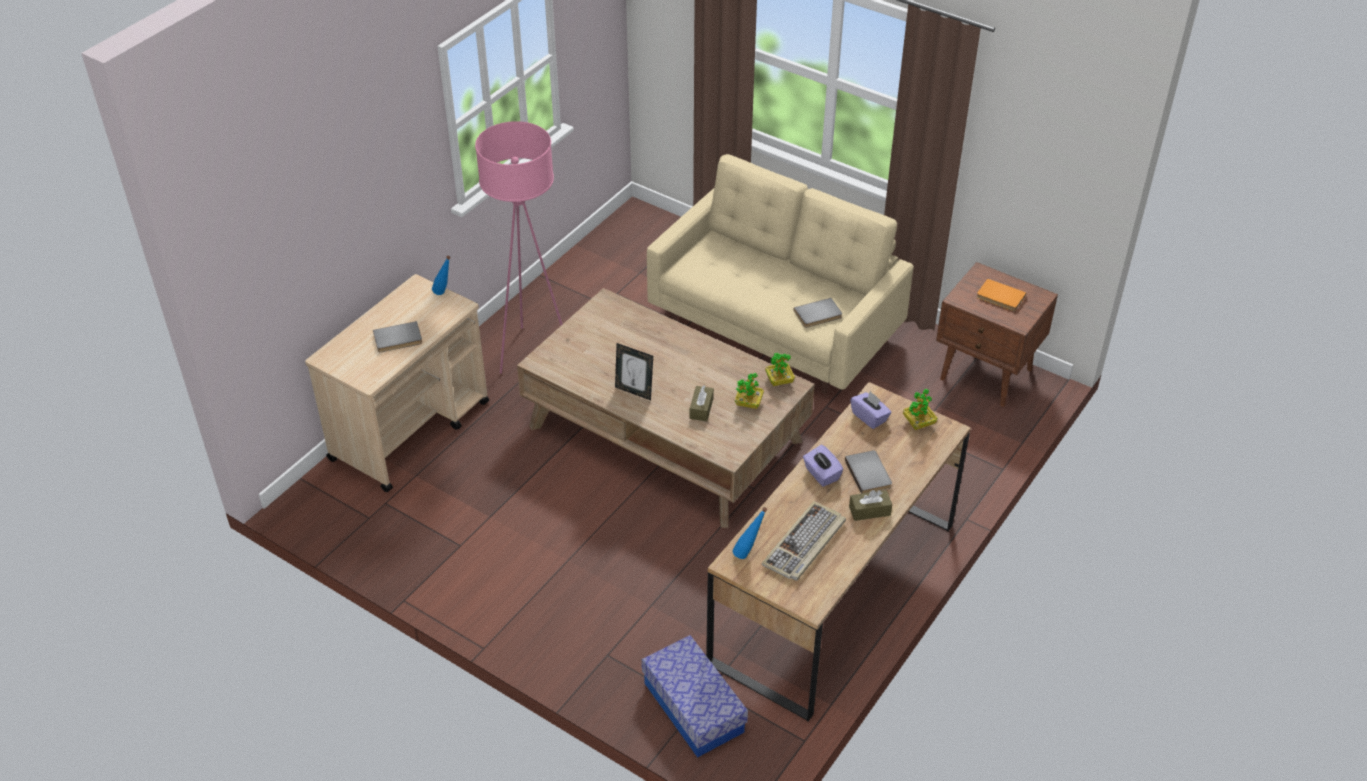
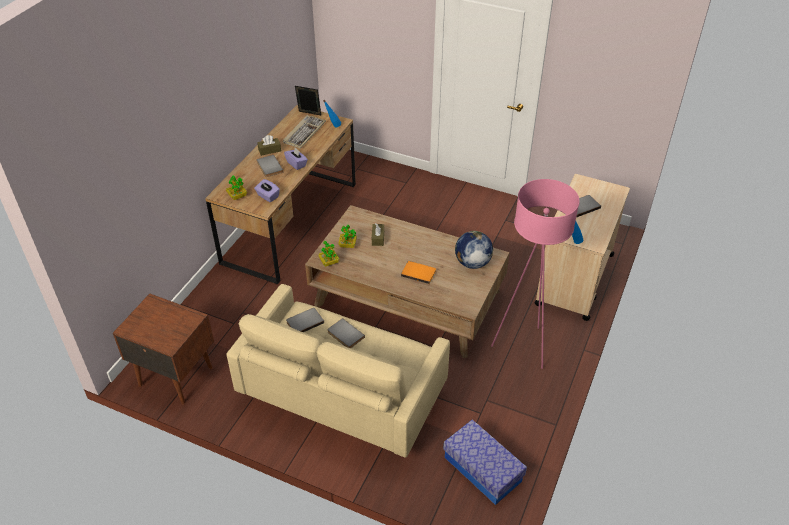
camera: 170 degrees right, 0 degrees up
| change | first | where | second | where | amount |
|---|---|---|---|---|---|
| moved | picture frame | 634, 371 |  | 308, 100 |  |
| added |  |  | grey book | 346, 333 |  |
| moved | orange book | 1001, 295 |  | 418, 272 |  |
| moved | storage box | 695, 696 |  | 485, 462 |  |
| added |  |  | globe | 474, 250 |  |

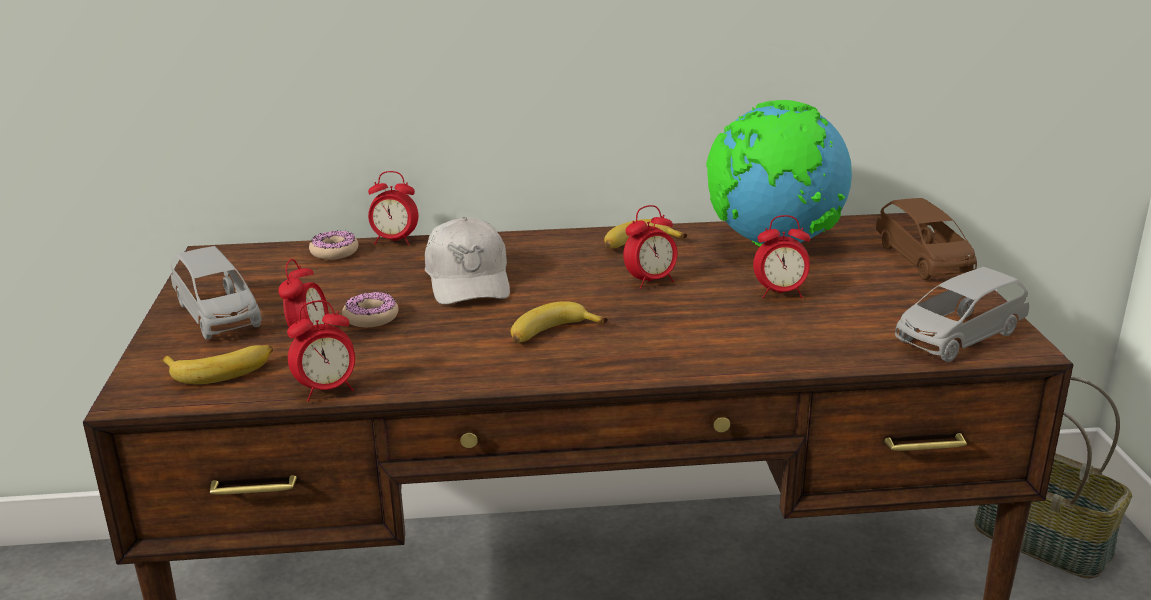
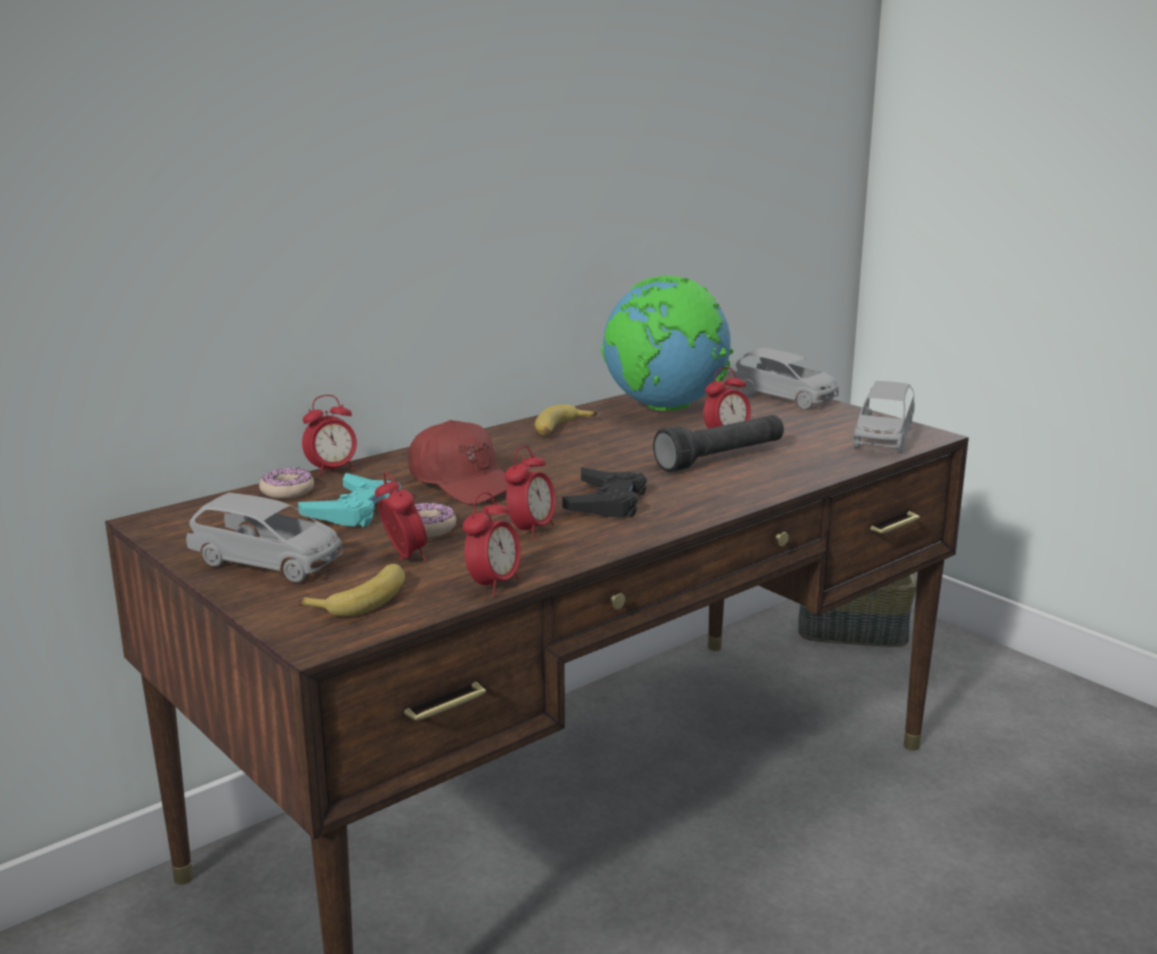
camera: 35 degrees left, 5 degrees down
| change | first | where | second | where | amount |
|---|---|---|---|---|---|
| added |  |  | turquoise game controller | 349, 500 |  |
| recoloured | white cap | 467, 261 | red cap | 458, 462 |  |
| moved | alarm clock | 650, 247 |  | 530, 492 |  |
| replaced | banana | 559, 322 | black game controller | 604, 492 |  |
| added |  |  | black flashlight | 718, 443 |  |
| recoloured | brown toy car | 926, 239 | grey toy car | 785, 378 |  |

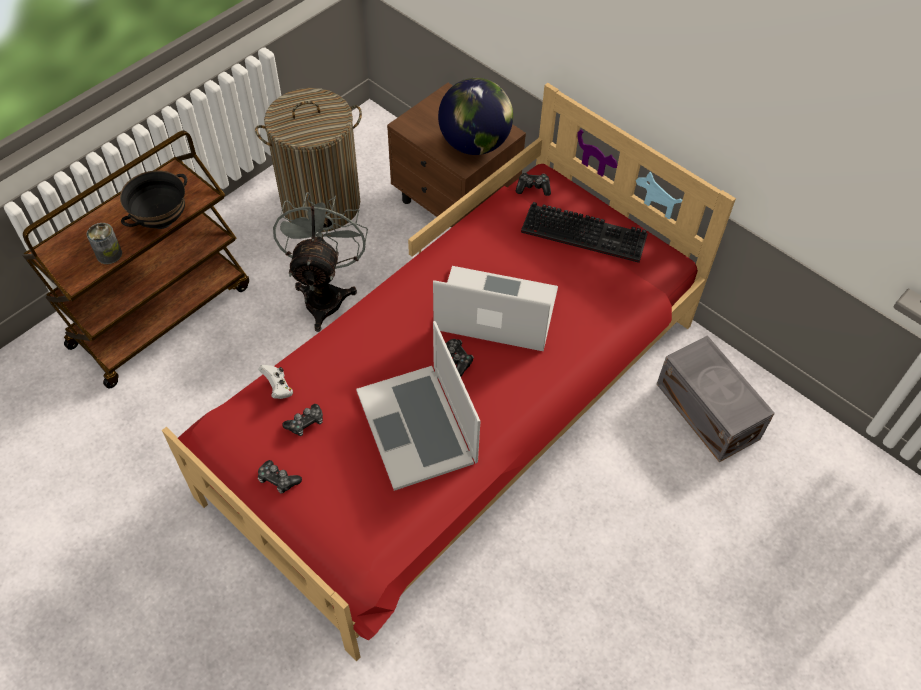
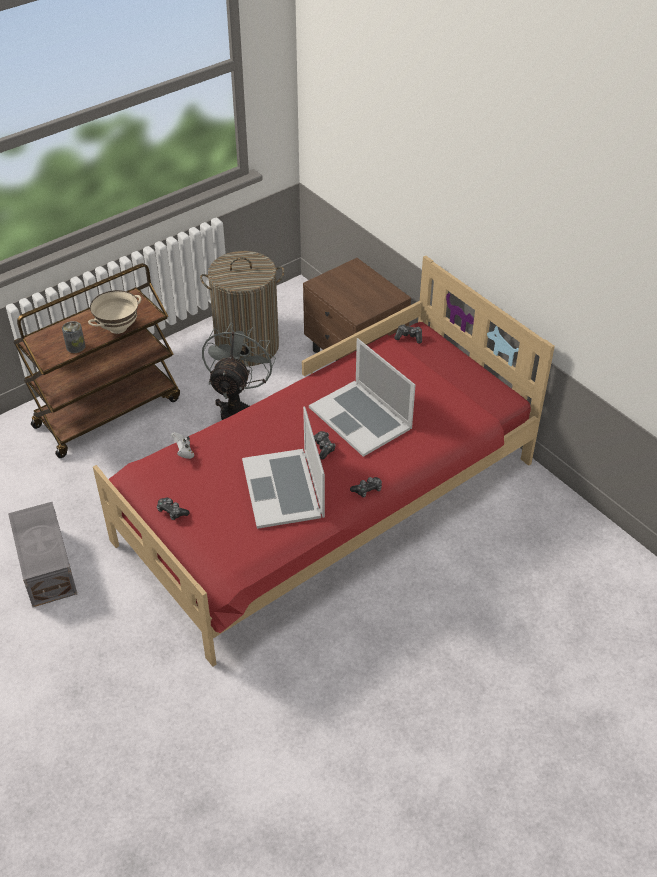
camera: 10 degrees right, 10 degrees down
| change | first | where | second | where | amount |
|---|---|---|---|---|---|
| moved | grey storage box | 716, 398 |  | 42, 554 |  |
| recoloured | black bowl | 153, 199 | beige bowl | 114, 312 |  |
| turned | laptop | 495, 308 |  | 362, 397 | 150 degrees counterclockwise |
| moved | game controller | 302, 420 |  | 366, 487 |  |
| removed | globe | 475, 116 |  |  |  |
| removed | keyboard | 584, 232 |  |  |  |

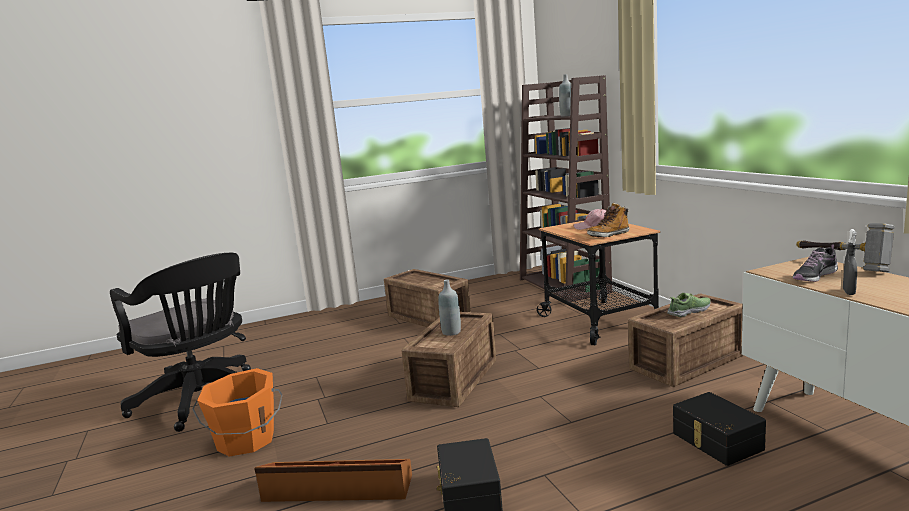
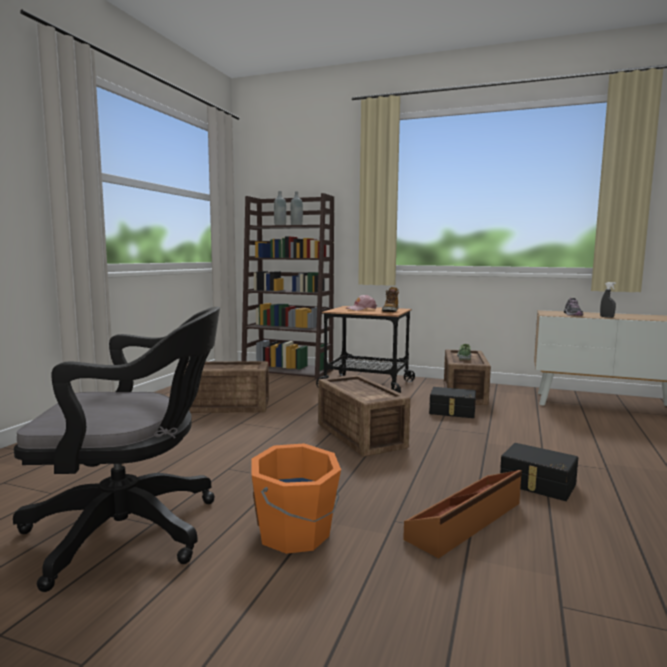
camera: 50 degrees left, 5 degrees down
| change | first | where | second | where | amount |
|---|---|---|---|---|---|
| moved | grey bottle | 449, 308 |  | 280, 208 |  |
| moved | black storage box | 719, 429 |  | 452, 402 |  |
| removed | hammer | 845, 247 |  |  |  |

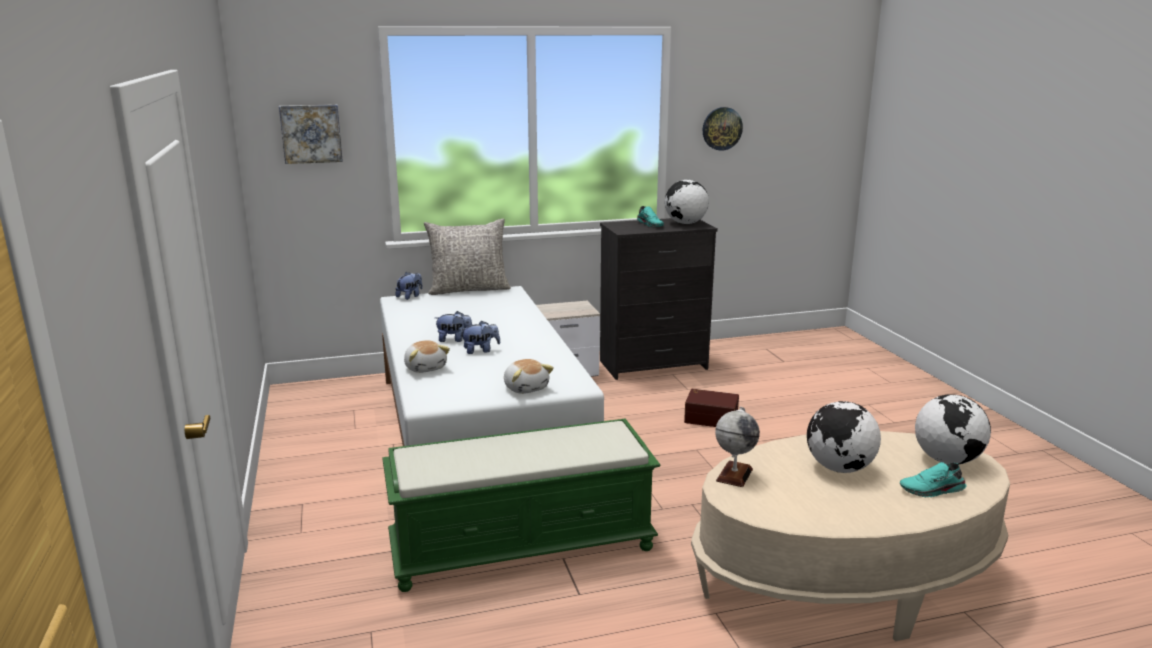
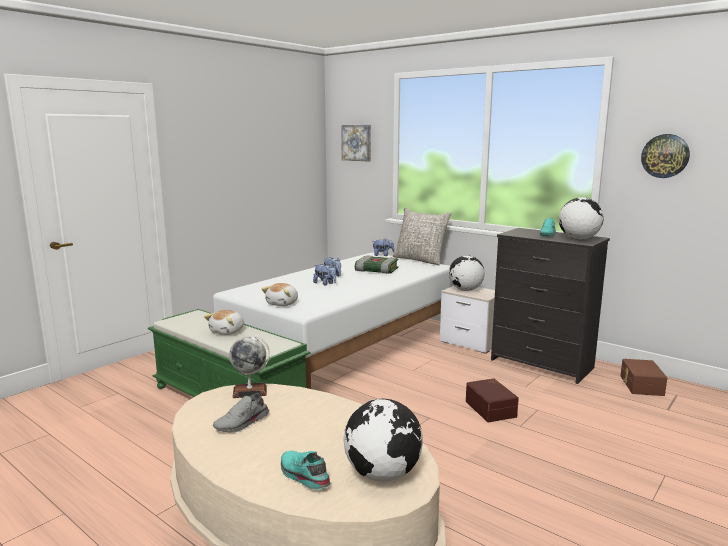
camera: 55 degrees right, 5 degrees down
| change | first | where | second | where | amount |
|---|---|---|---|---|---|
| moved | plush toy | 427, 356 |  | 224, 322 |  |
| added |  |  | grey shoe | 241, 413 |  |
| added |  |  | book | 376, 264 |  |
| moved | globe | 844, 437 |  | 467, 273 |  |
| added |  |  | brown storage box | 643, 377 |  |

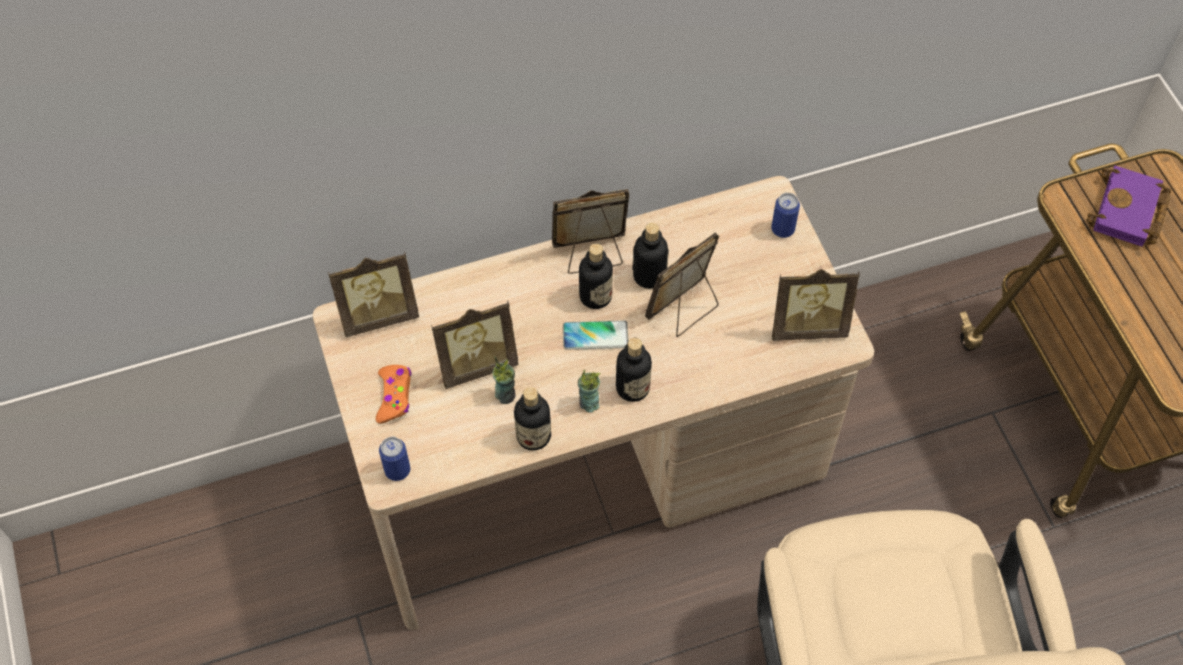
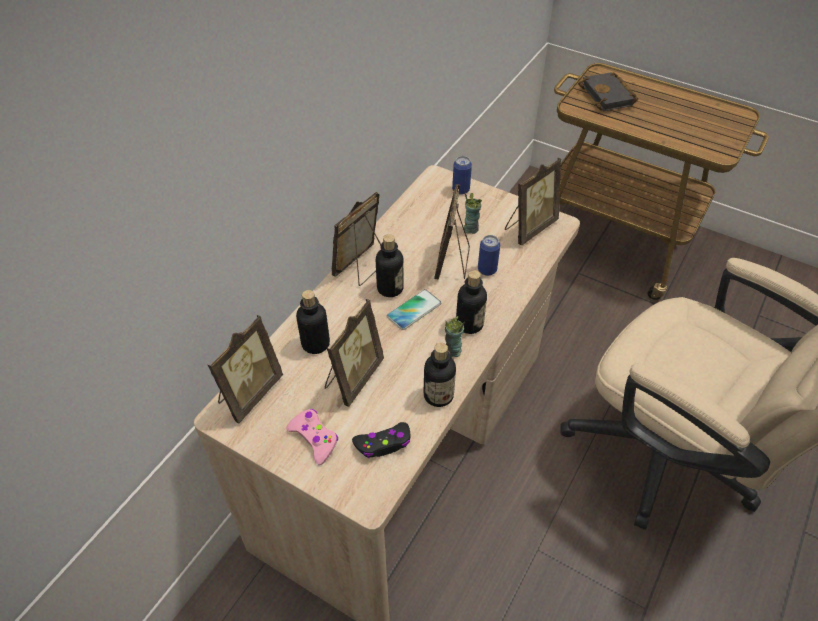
camera: 40 degrees left, 10 degrees down
| change | first | where | second | where | amount |
|---|---|---|---|---|---|
| recoloured | orange game controller | 393, 394 | pink game controller | 312, 437 |  |
| moved | bottle | 650, 256 |  | 313, 322 |  |
| added |  |  | black game controller | 381, 440 |  |
| moved | cup | 503, 380 |  | 473, 213 |  |
| moved | can | 394, 459 |  | 489, 255 |  |
| recoloured | purple book | 1128, 206 | black book | 608, 91 |  |

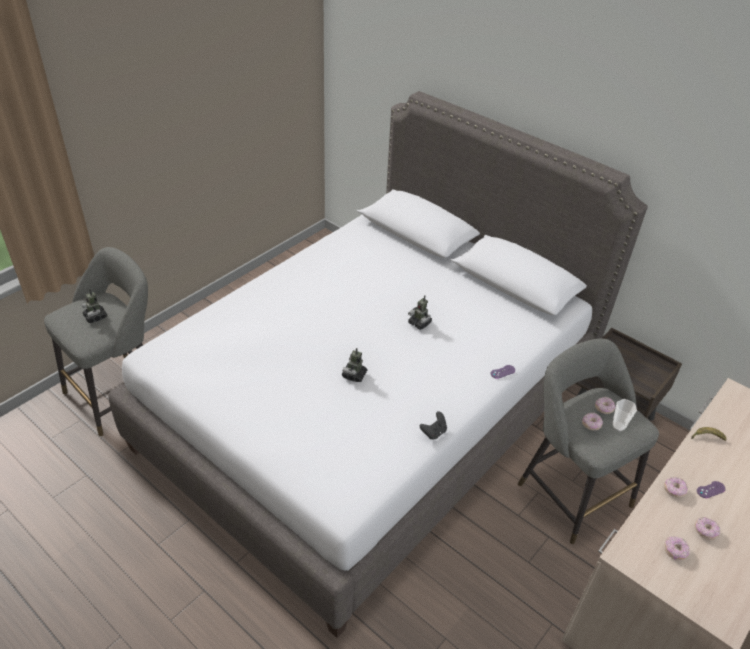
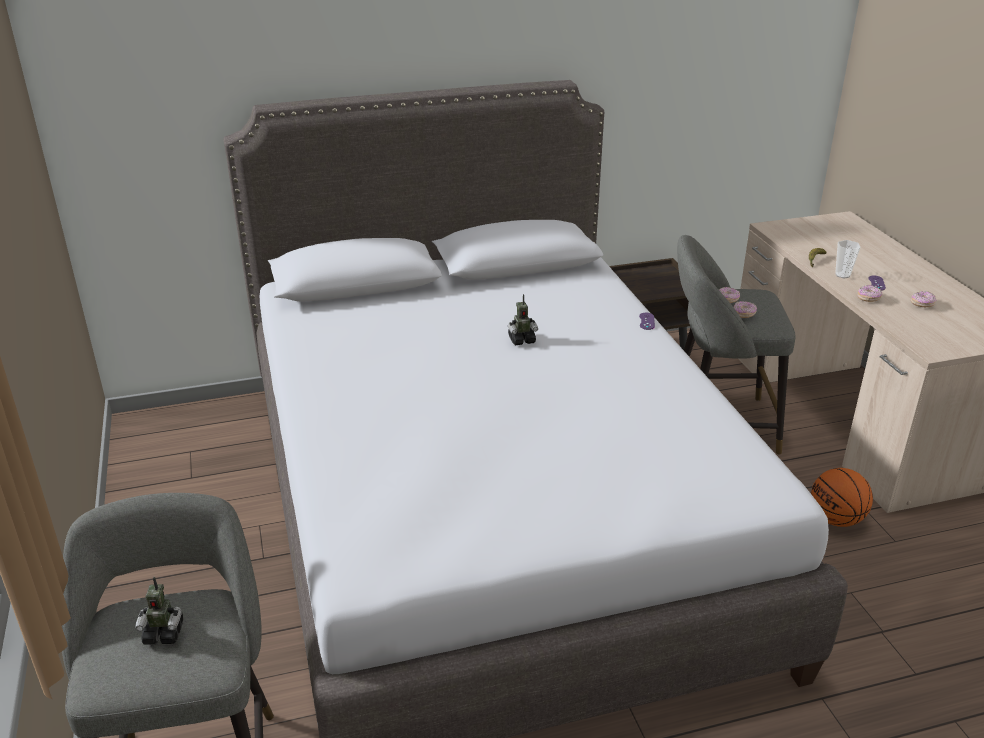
camera: 55 degrees left, 10 degrees down
| change | first | where | second | where | amount |
|---|---|---|---|---|---|
| added |  |  | basketball | 842, 497 |  |
| moved | cup | 624, 415 |  | 848, 259 |  |
| removed | toy robot | 354, 365 |  |  |  |
| removed | black game controller | 433, 425 |  |  |  |
| removed | donut | 677, 548 |  |  |  |

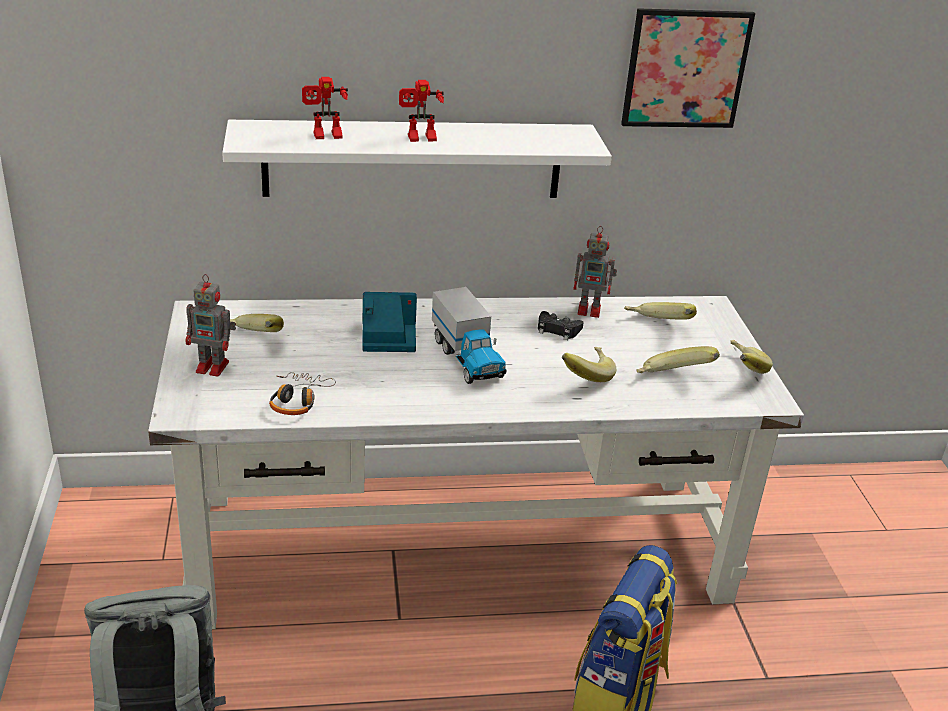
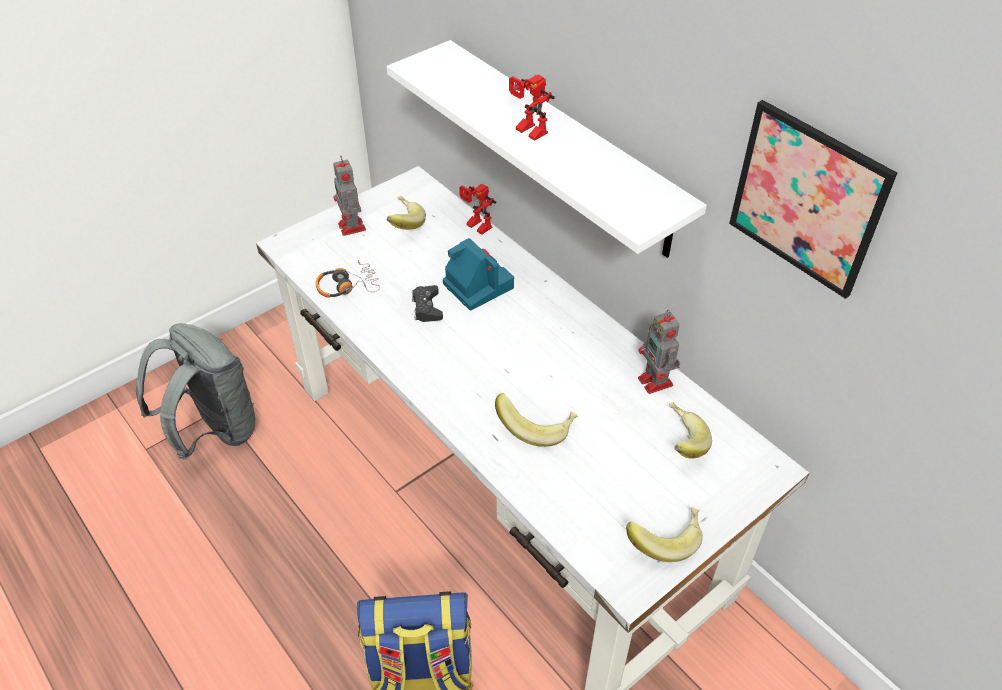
camera: 60 degrees right, 15 degrees up
| change | first | where | second | where | amount |
|---|---|---|---|---|---|
| moved | black game controller | 561, 325 |  | 427, 303 |  |
| moved | toy robot | 325, 108 |  | 477, 209 |  |
| removed | toy truck | 469, 335 |  |  |  |
| removed | banana | 678, 359 |  |  |  |

